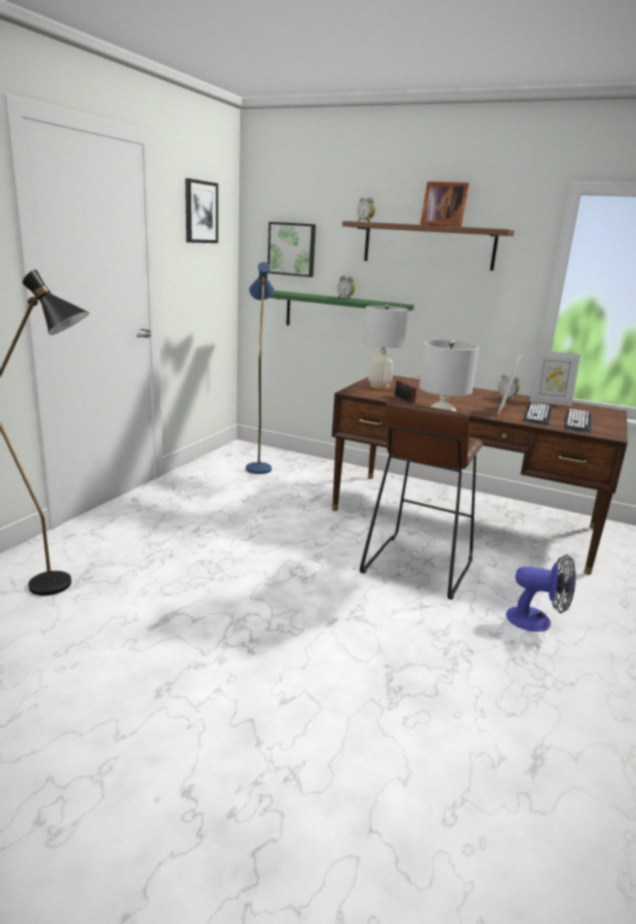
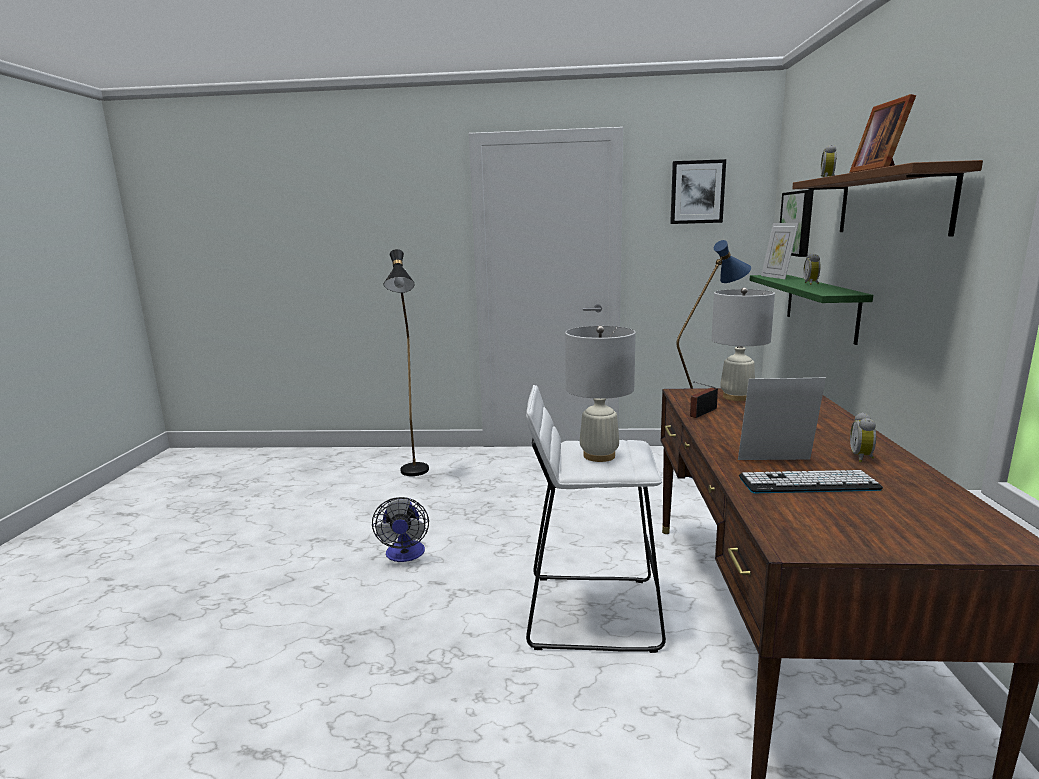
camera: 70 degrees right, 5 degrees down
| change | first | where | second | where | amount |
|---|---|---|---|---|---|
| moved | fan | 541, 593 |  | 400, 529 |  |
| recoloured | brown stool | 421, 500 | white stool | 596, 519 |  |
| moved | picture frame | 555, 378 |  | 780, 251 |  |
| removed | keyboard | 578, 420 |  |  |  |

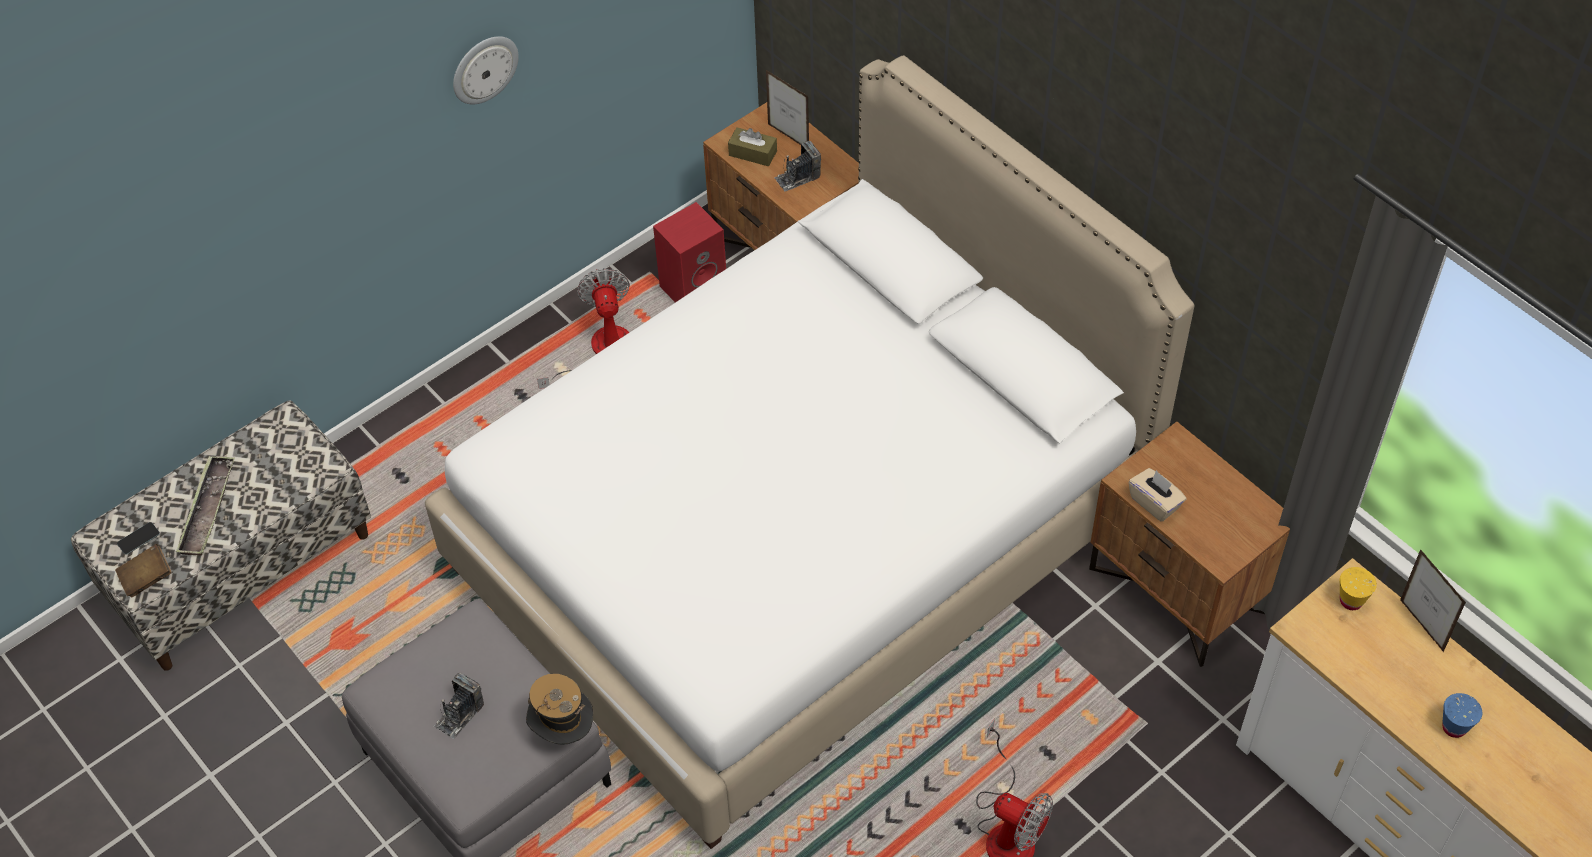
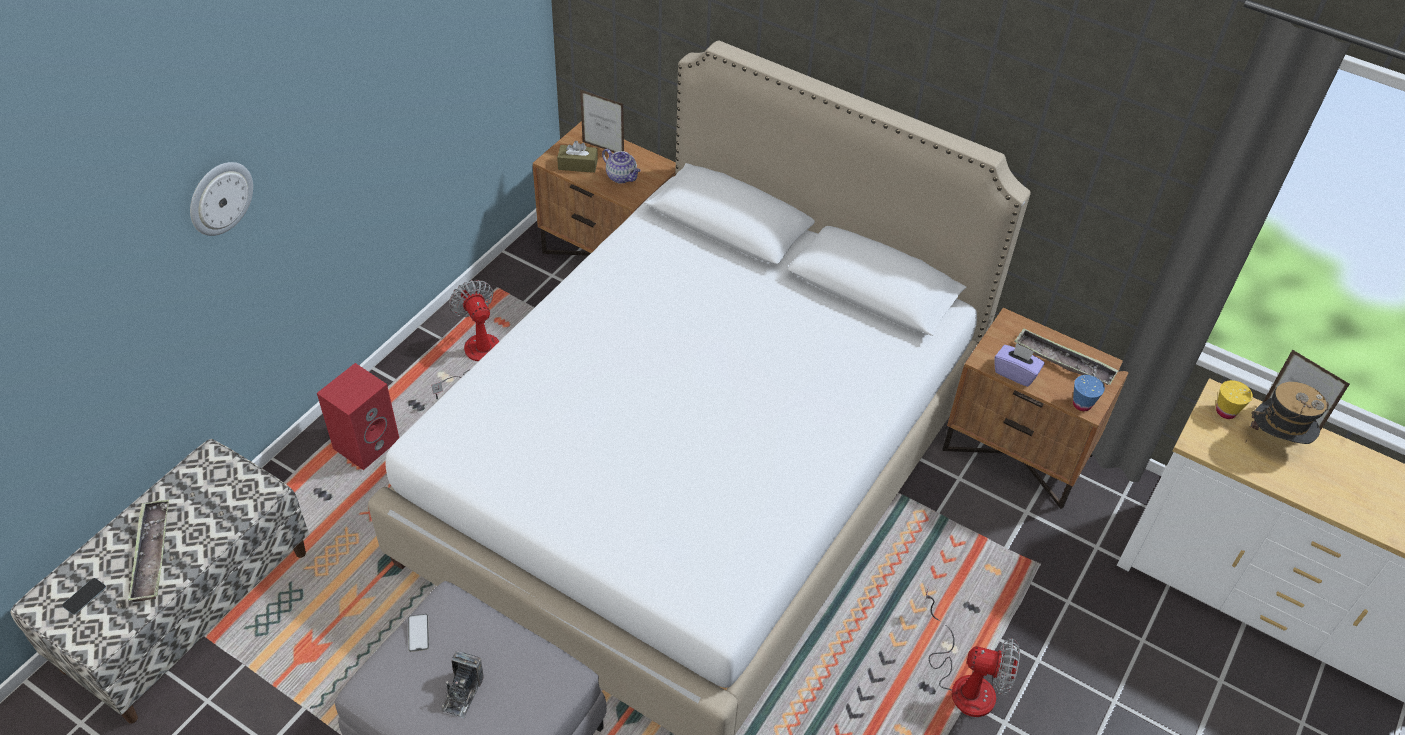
camera: 20 degrees left, 5 degrees down
| change | first | where | second | where | amount |
|---|---|---|---|---|---|
| moved | wall clock | 486, 70 |  | 221, 199 |  |
| moved | red speaker | 689, 252 |  | 358, 416 |  |
| added |  |  | phone | 418, 633 |  |
| replaced | photo camera | 797, 166 | teapot | 621, 166 |  |
| recoloured | beige tissue box | 1158, 495 | purple tissue box | 1019, 365 |  |
| added |  |  | tray | 1066, 356 |  |
| moved | blue cup | 1462, 715 |  | 1089, 393 |  |
| moved | hat | 559, 709 |  | 1287, 413 |  |
| removed | brown book | 143, 570 |  |  |  |

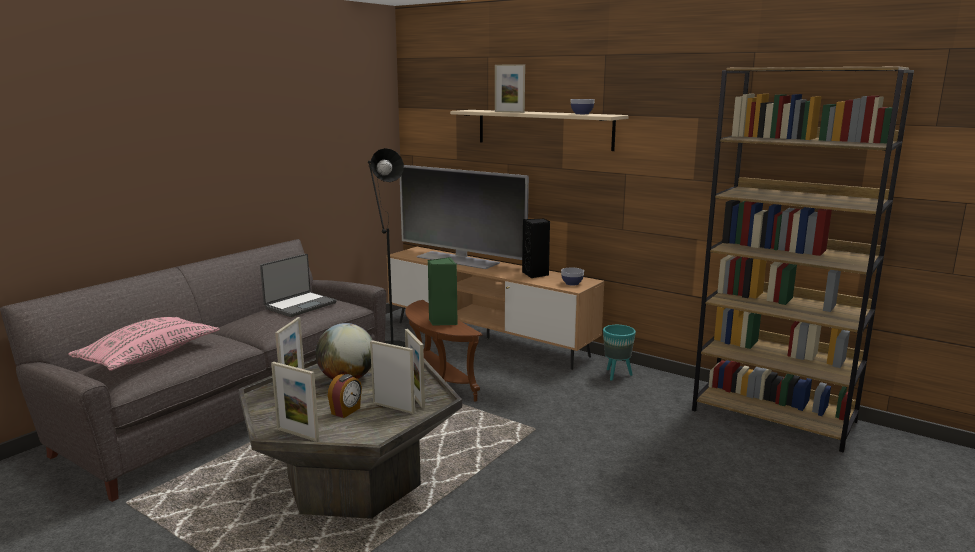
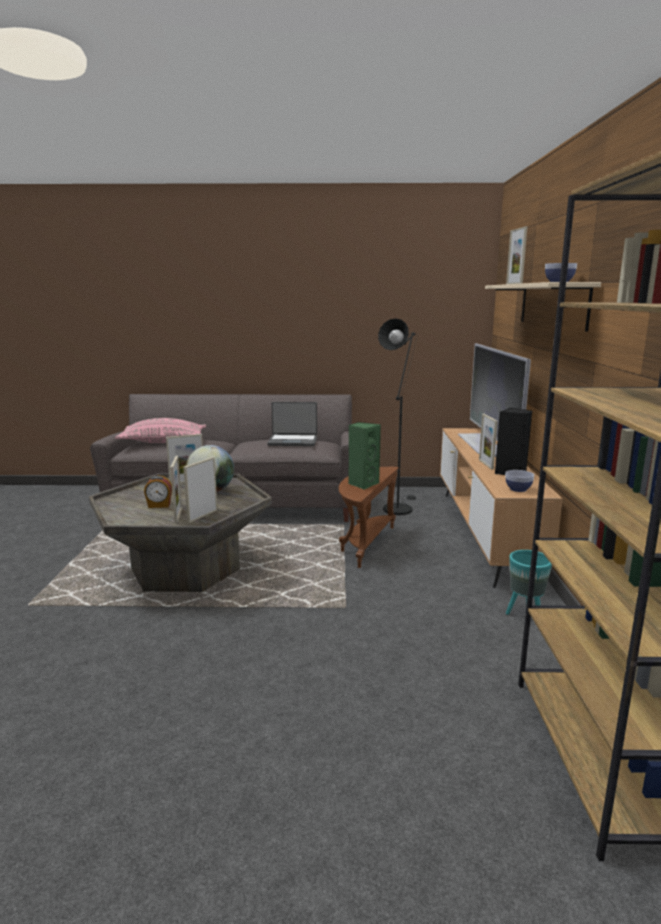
camera: 55 degrees right, 0 degrees up
| change | first | where | second | where | amount |
|---|---|---|---|---|---|
| moved | picture frame | 295, 402 |  | 488, 442 |  |

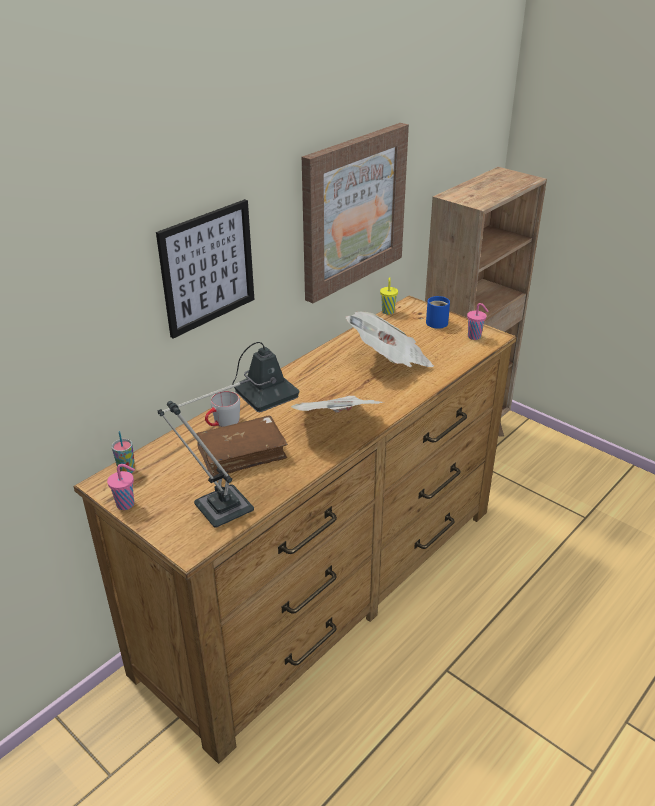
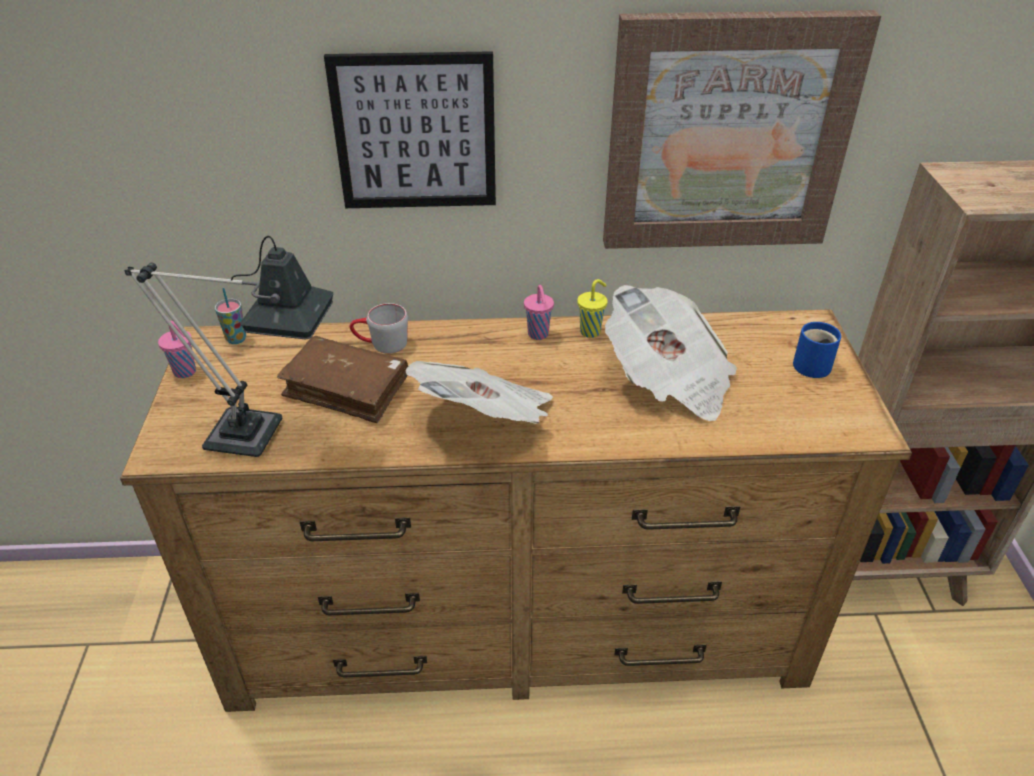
camera: 45 degrees right, 5 degrees up
| change | first | where | second | where | amount |
|---|---|---|---|---|---|
| moved | pink cup | 478, 321 |  | 539, 312 |  |
| moved | yellow cup | 389, 296 |  | 592, 308 |  |

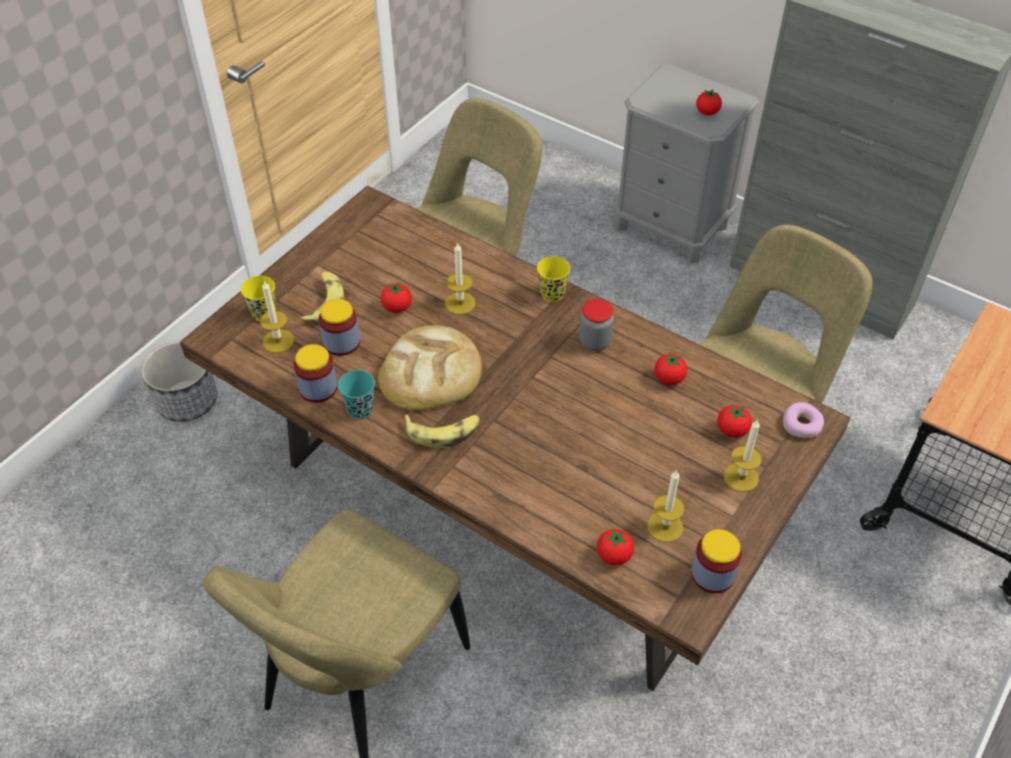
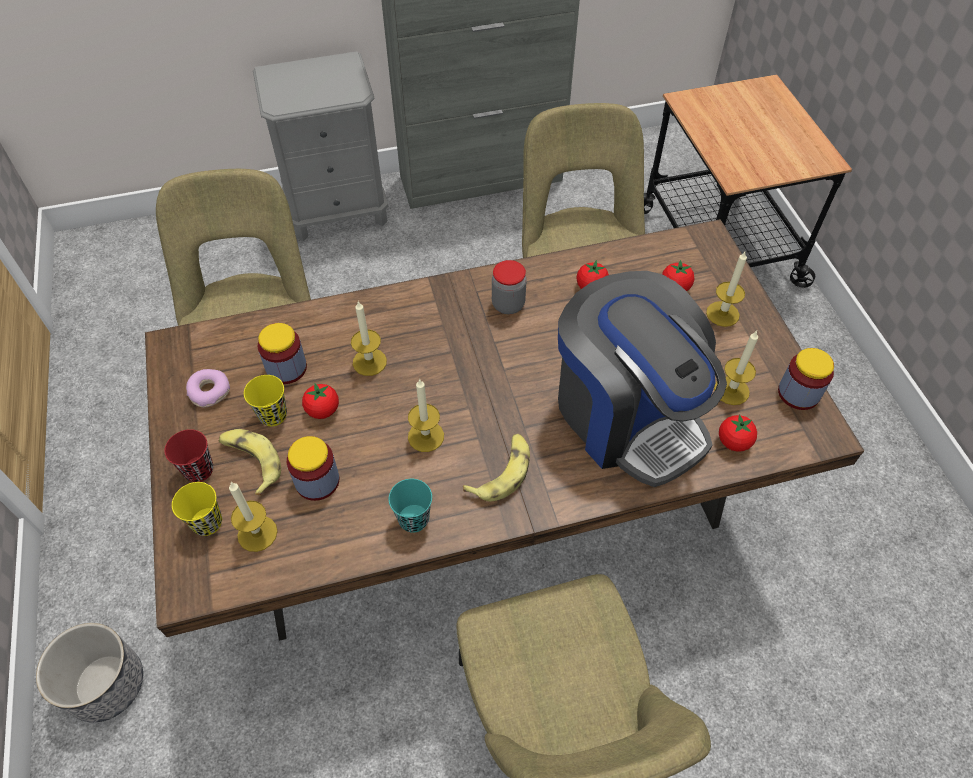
camera: 50 degrees left, 5 degrees up
| change | first | where | second | where | amount |
|---|---|---|---|---|---|
| added |  |  | red cup | 188, 455 |  |
| moved | donut | 803, 420 |  | 208, 388 |  |
| moved | yellow cup | 553, 279 |  | 265, 400 |  |
| moved | jar | 315, 373 |  | 282, 353 |  |
| replaced | bread | 430, 367 | candle | 426, 415 |  |
| added |  |  | coffee machine | 642, 379 |  |
| removed | tomato | 709, 102 |  |  |  |

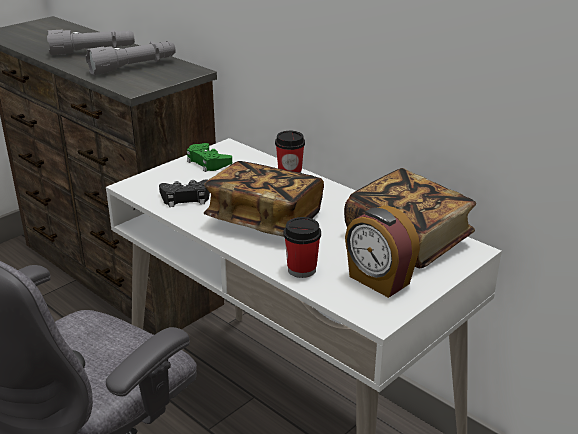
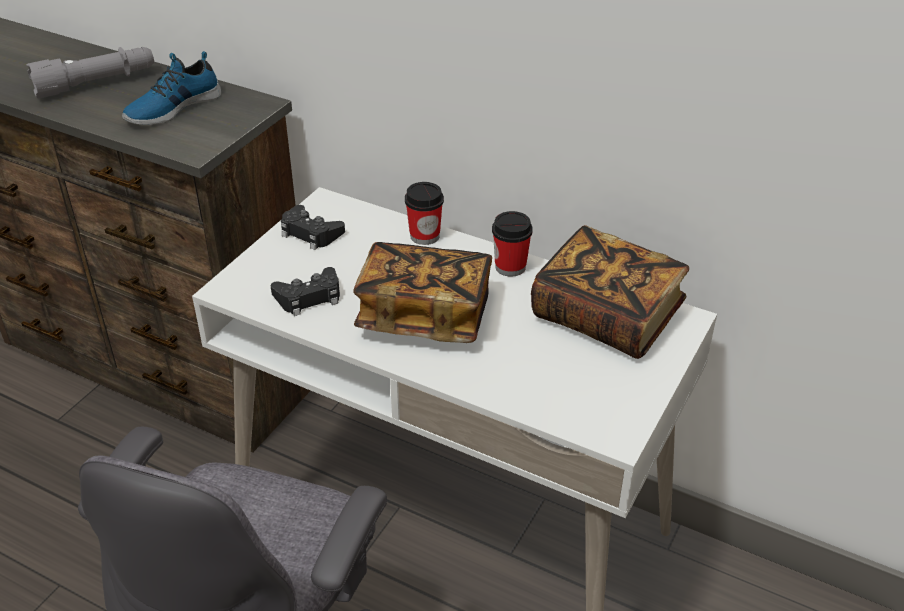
camera: 15 degrees left, 10 degrees up
| change | first | where | second | where | amount |
|---|---|---|---|---|---|
| replaced | grey flashlight | 131, 58 | shoe | 171, 88 |  |
| recoloured | green game controller | 209, 157 | black game controller | 313, 227 |  |
| moved | cup | 302, 247 |  | 512, 244 |  |
| removed | alarm clock | 382, 251 |  |  |  |

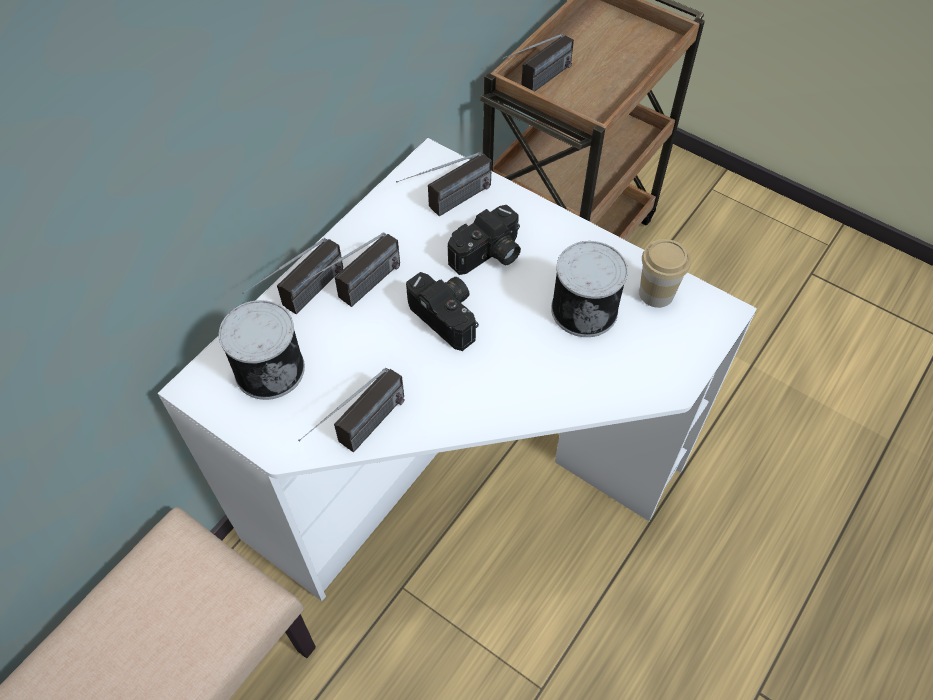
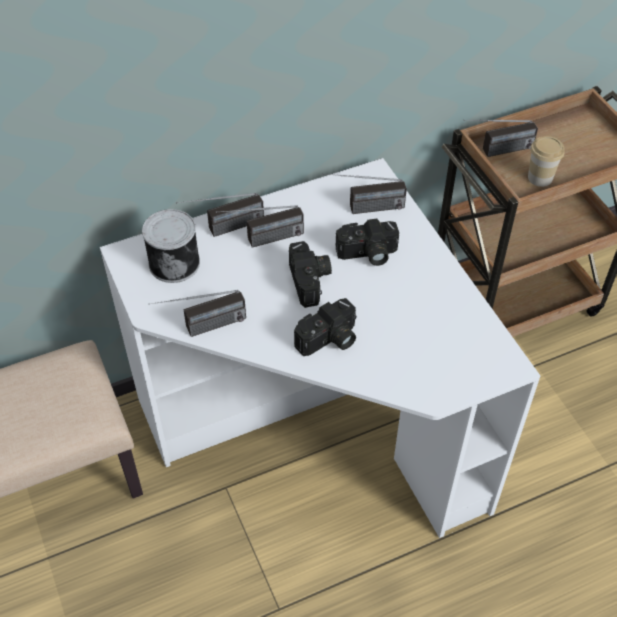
camera: 30 degrees right, 5 degrees down
| change | first | where | second | where | amount |
|---|---|---|---|---|---|
| added |  |  | photo camera | 325, 327 |  |
| moved | cup | 665, 273 |  | 546, 161 |  |
| removed | can | 589, 289 |  |  |  |

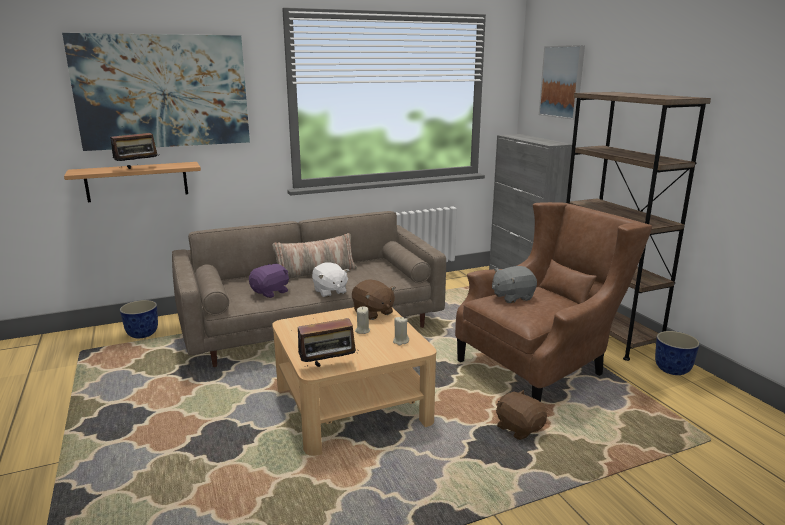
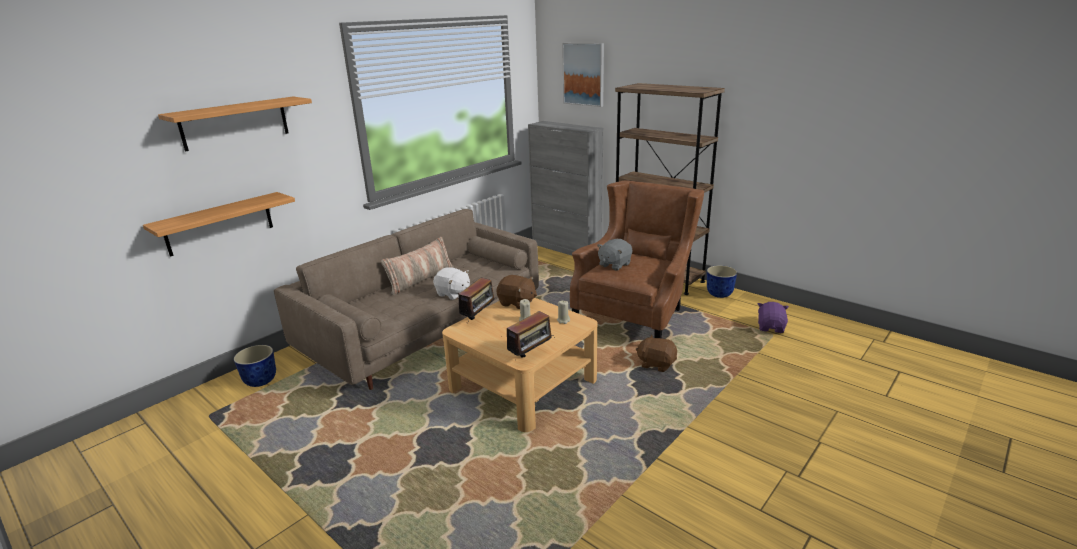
camera: 25 degrees left, 5 degrees up
| change | first | where | second | where | amount |
|---|---|---|---|---|---|
| replaced | picture | 156, 92 | shelf | 235, 124 |  |
| moved | radio | 134, 147 |  | 476, 299 |  |
| moved | purple plush toy | 269, 280 |  | 773, 317 |  |

